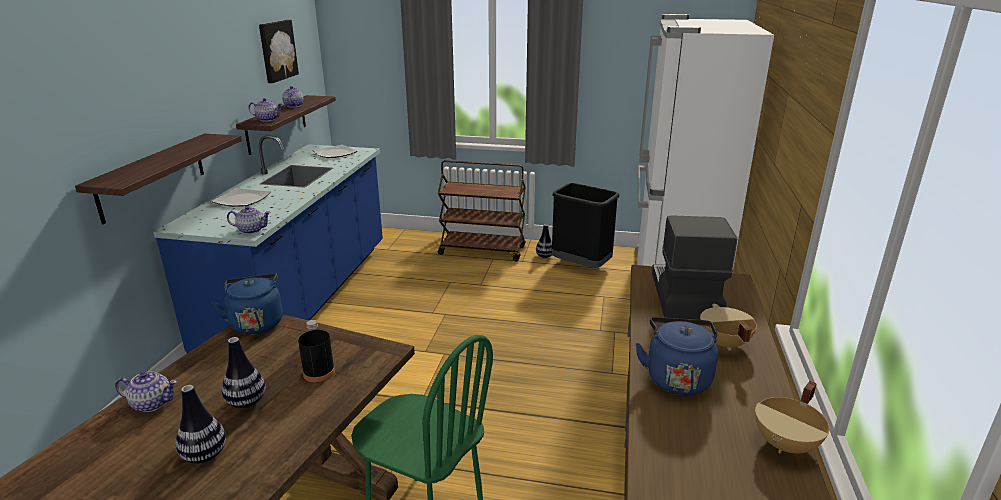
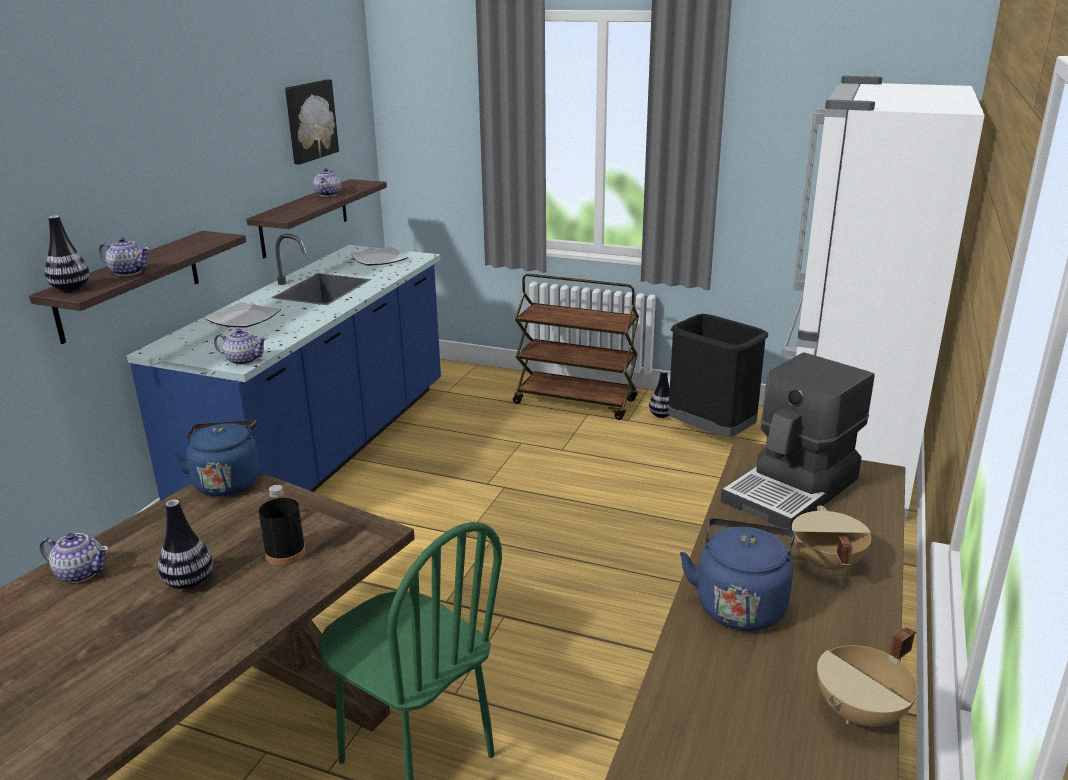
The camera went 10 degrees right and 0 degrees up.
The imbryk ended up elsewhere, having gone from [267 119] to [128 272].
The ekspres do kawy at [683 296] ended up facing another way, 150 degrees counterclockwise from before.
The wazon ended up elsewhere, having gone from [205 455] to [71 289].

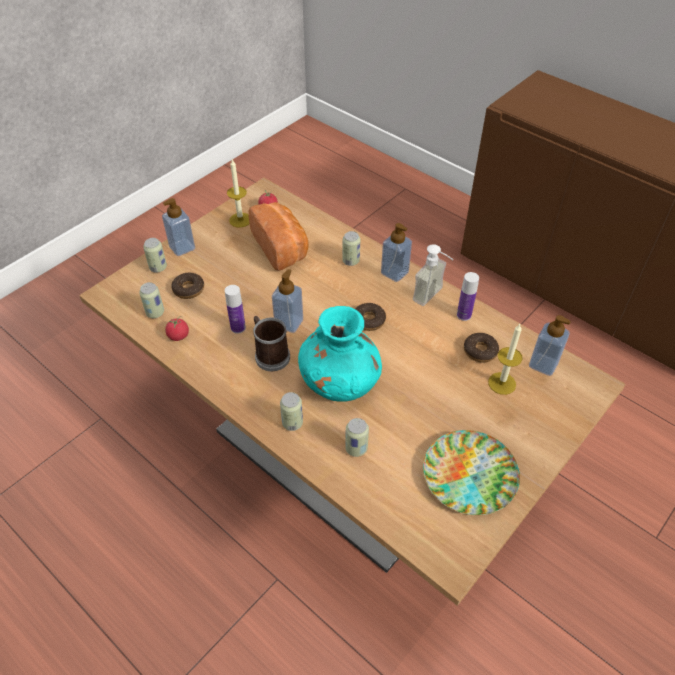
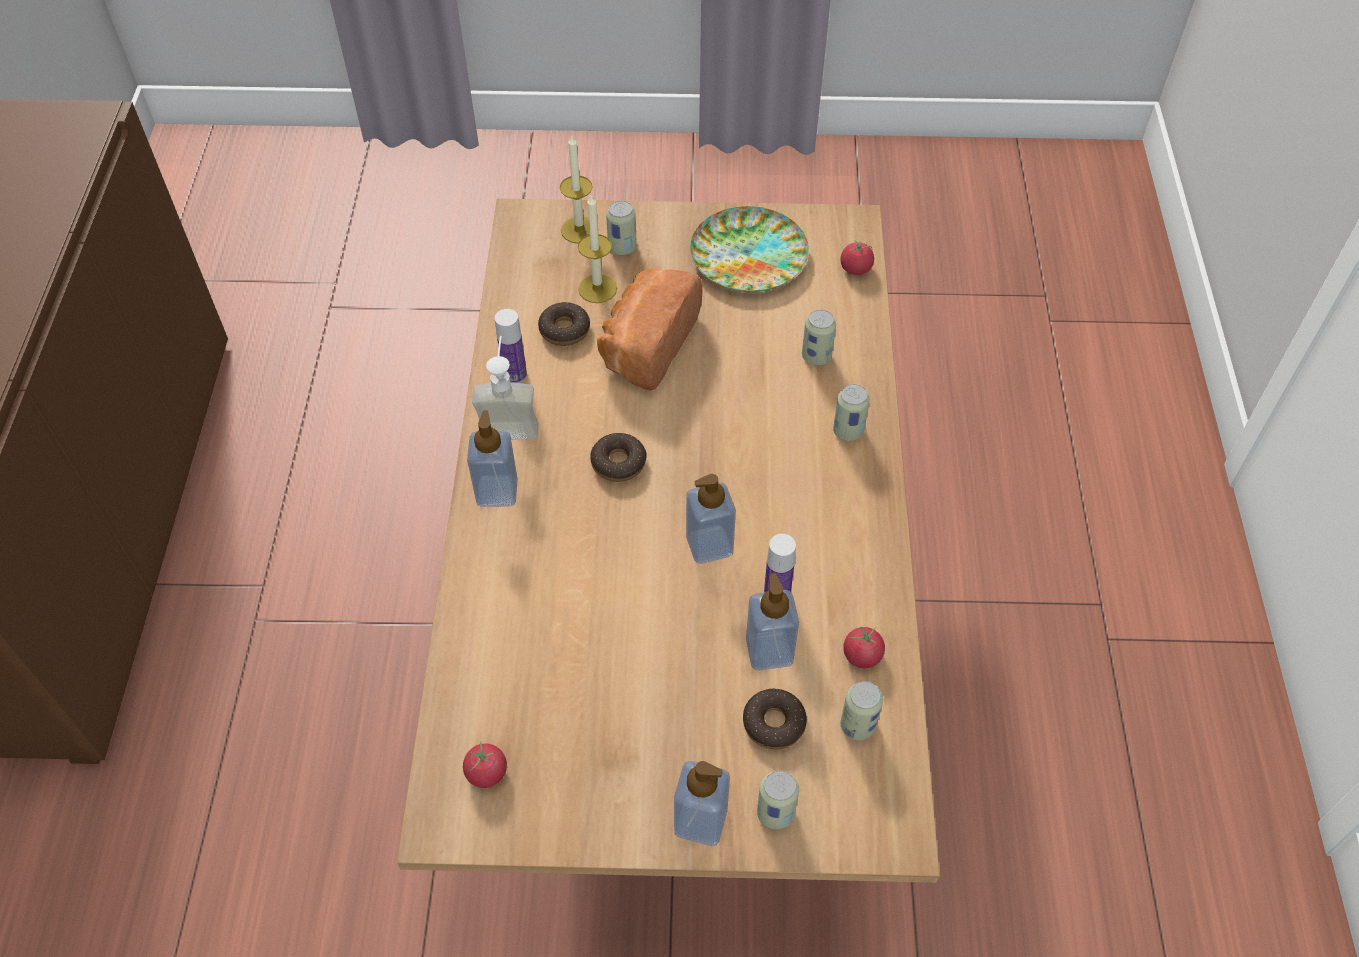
The camera went 130 degrees left and 5 degrees up.
The świeca ended up elsewhere, having gone from [240 220] to [579 230].
The chleb ended up elsewhere, having gone from [282 247] to [646 344].
The puszka ended up elsewhere, having gone from [351 261] to [622 248].
The second view lost the wazon (turkusowy) at [340 383].
The dozownik mydła ended up elsewhere, having gone from [543 364] to [769 651].
The second view lost the kubek at [270 355].
The second view gained the pomidor at [855 268].

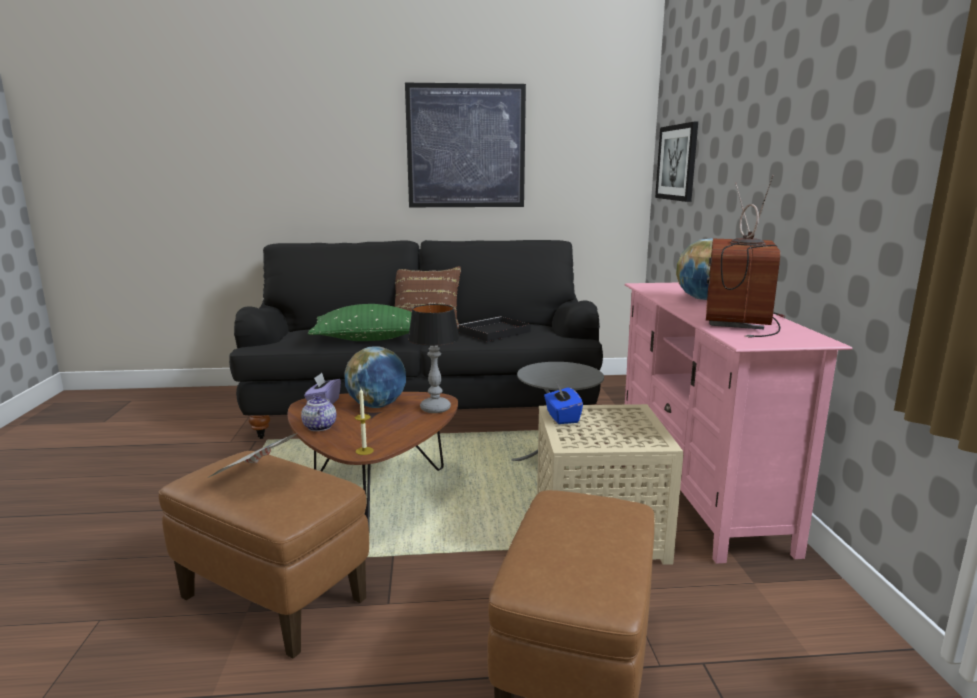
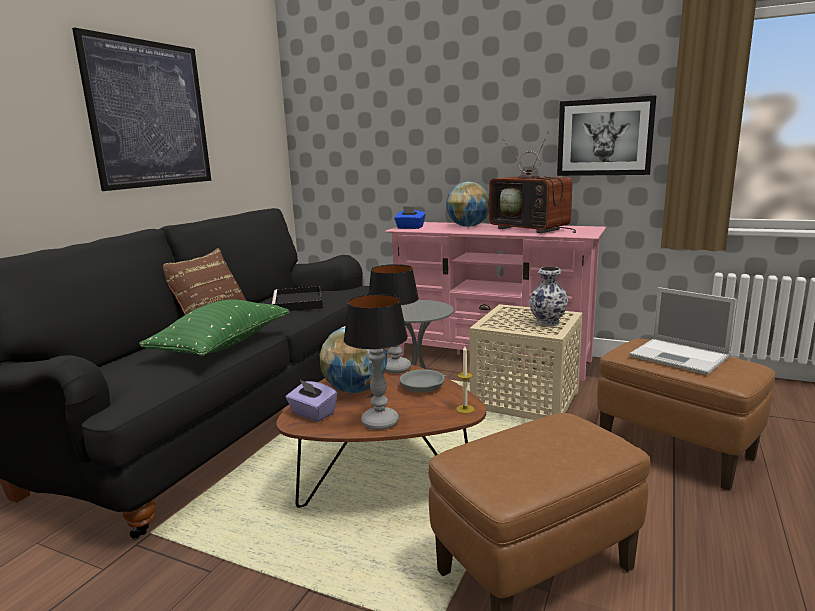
The camera went 60 degrees left and 0 degrees up.
The obraz ended up elsewhere, having gone from [677 162] to [604 137].
The pudełko chusteczek (niebieski) ended up elsewhere, having gone from [562 417] to [410 228].
Where the imbryk stood at [319 426], the lampa stołowa came to stand at [379 423].
The second view lost the gazeta at [254 477].
The second view gained the wazon at [547 322].
The second view gained the laptop at [680 357].
The second view gained the miska (szary) at [422 387].

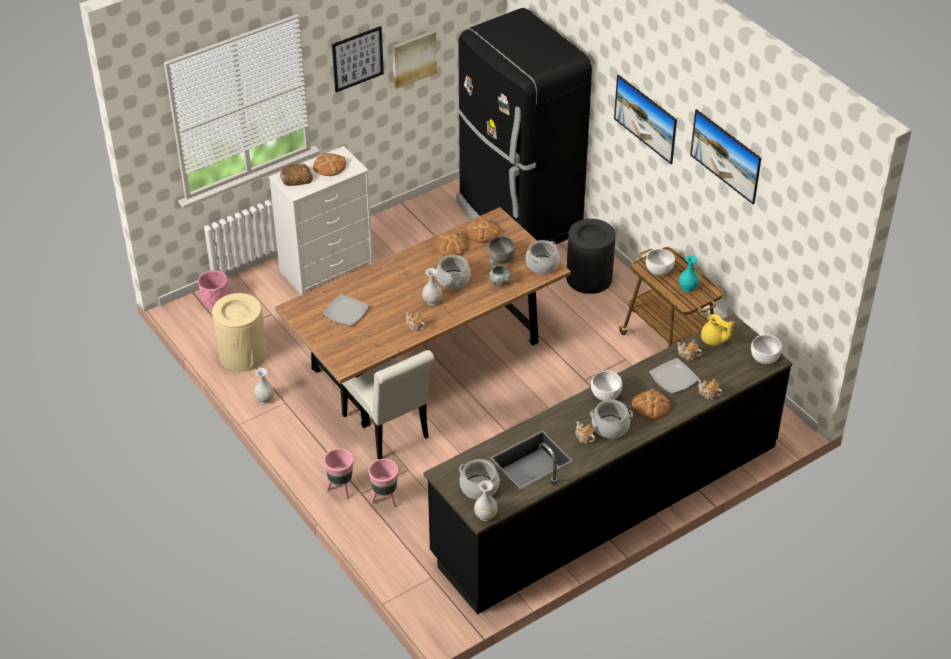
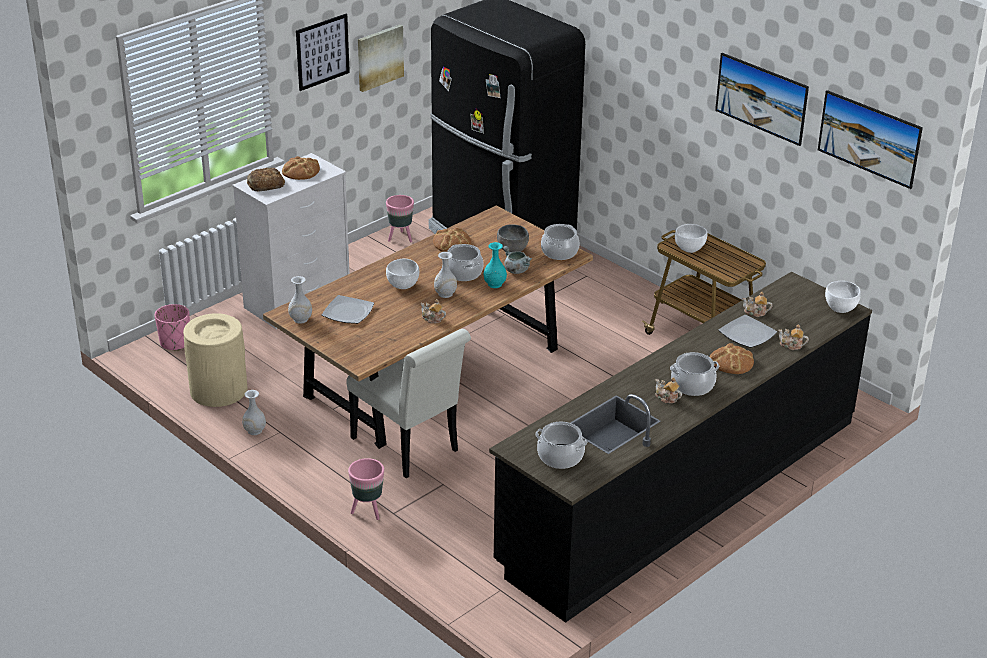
The camera went 10 degrees left and 10 degrees down.
The obraz ended up elsewhere, having gone from [644 129] to [866 153].
The second view lost the chleb at [482 232].
The second view lost the kosz na śmieci (czarny) at [589 278].
The wazon (turkusowy) ended up elsewhere, having gone from [687 287] to [494 284].
The second view lost the imbryk (żółty) at [714 340].
The miska (biały) ended up elsewhere, having gone from [605 395] to [402 285].
The donica (różowy) ended up elsewhere, having gone from [385 499] to [400 238].
The wazon (biały) ended up elsewhere, having gone from [485 515] to [300 319].

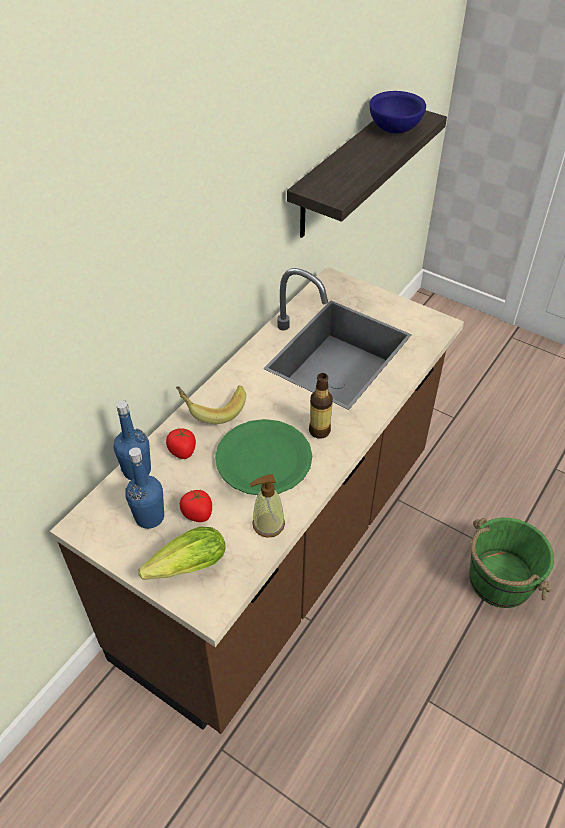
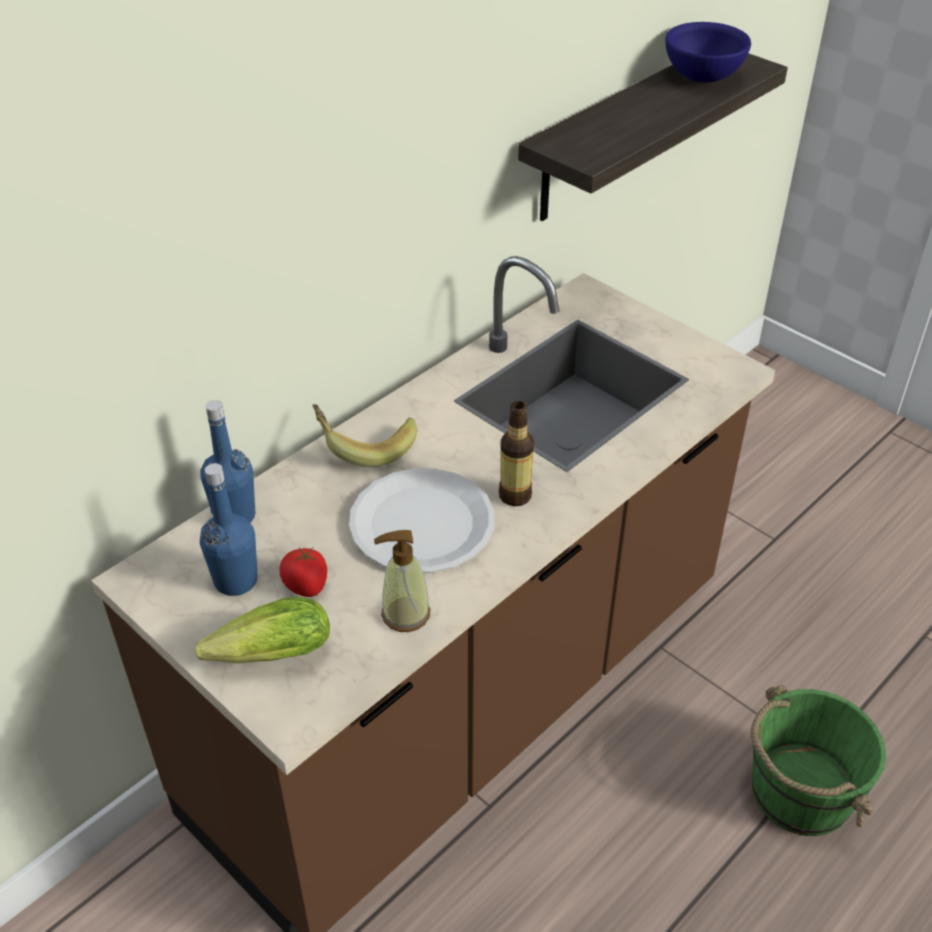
The camera went 10 degrees right and 5 degrees down.
What was the talerz (zielony) at [264 459] turned into the talerz (biały) at [422 523].
The second view lost the pomidor at [182 451].

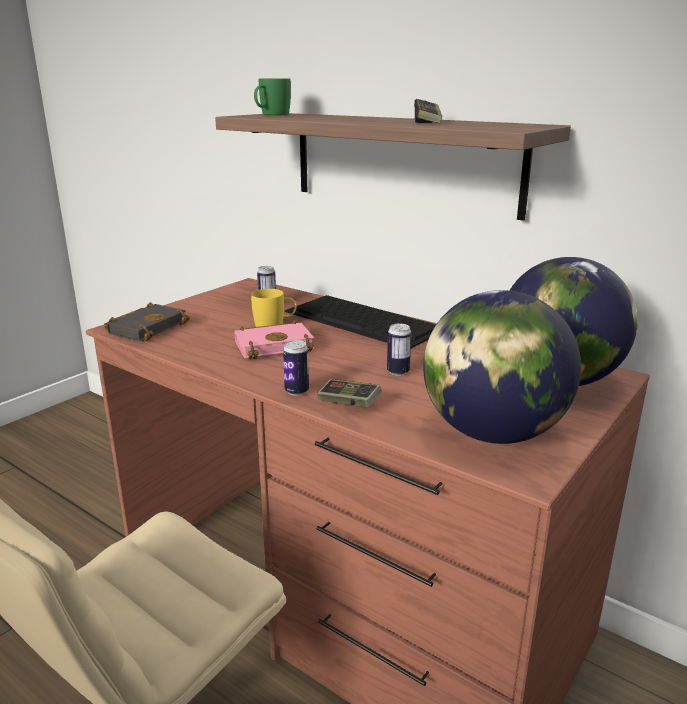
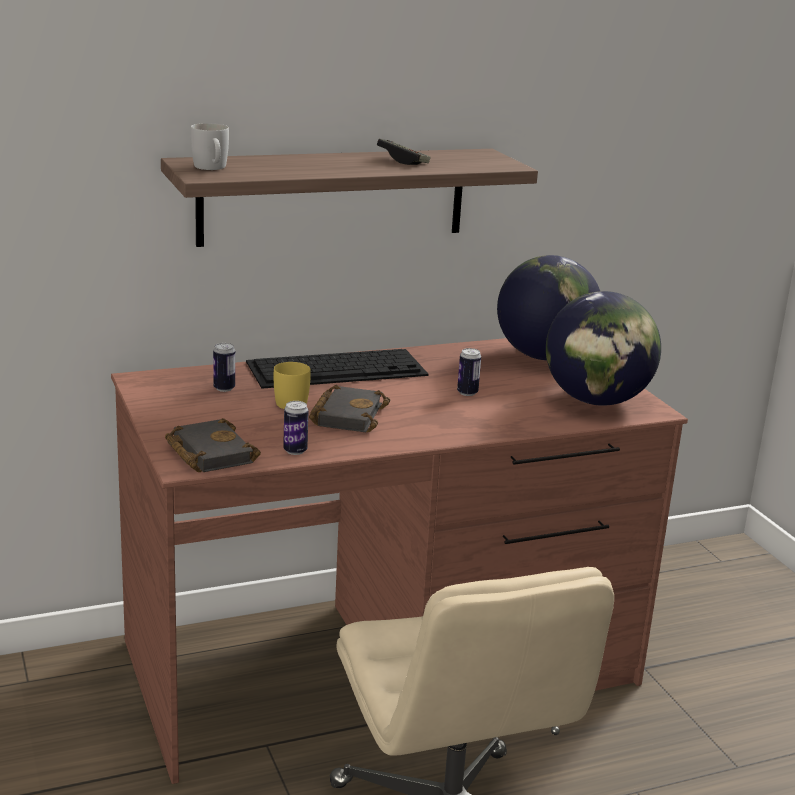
The camera went 60 degrees left and 0 degrees up.
What was the kubek (zielony) at [271 115] turned into the kubek (biały) at [211 168].
What was the książka (różowy) at [275 345] turned into the książka (czarny) at [347 415].
The puszka ended up elsewhere, having gone from [296 391] to [295 451].
The second view lost the pad do gier at [348 403].

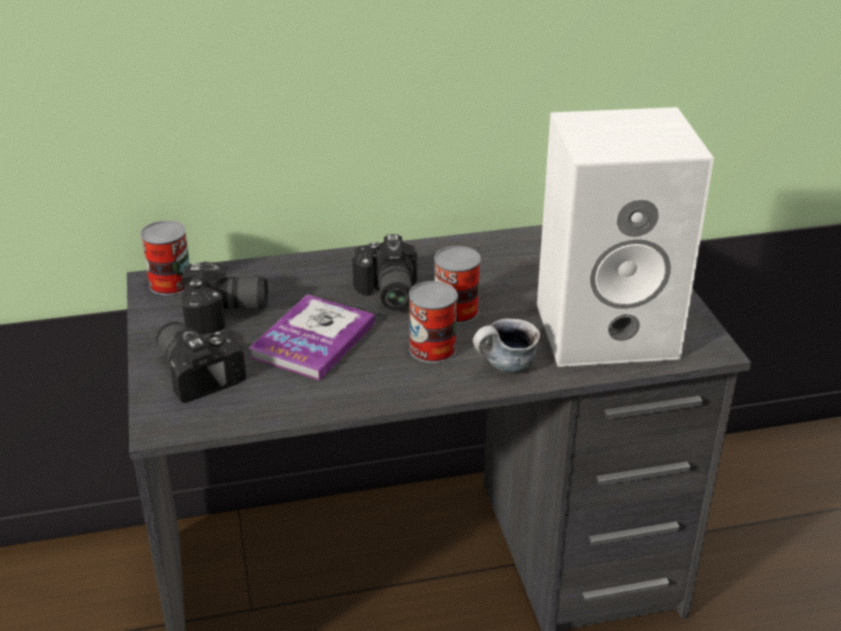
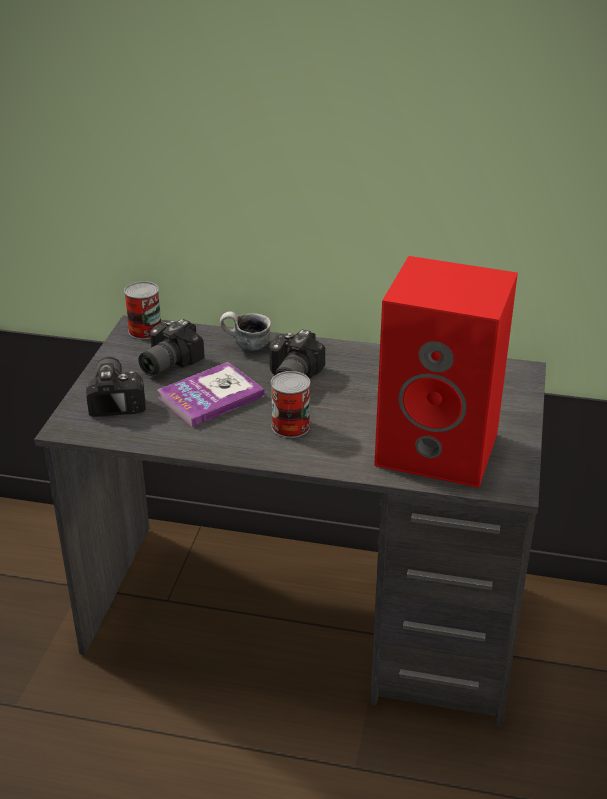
The camera went 25 degrees right and 0 degrees up.
What was the głośnik (biały) at [609 329] turned into the głośnik (czerwony) at [440 448].
The second view lost the puszka at [456 311].
The aparat fotograficzny at [226 315] ended up facing another way, 105 degrees clockwise from before.
The kubek ended up elsewhere, having gone from [504 368] to [246 347].

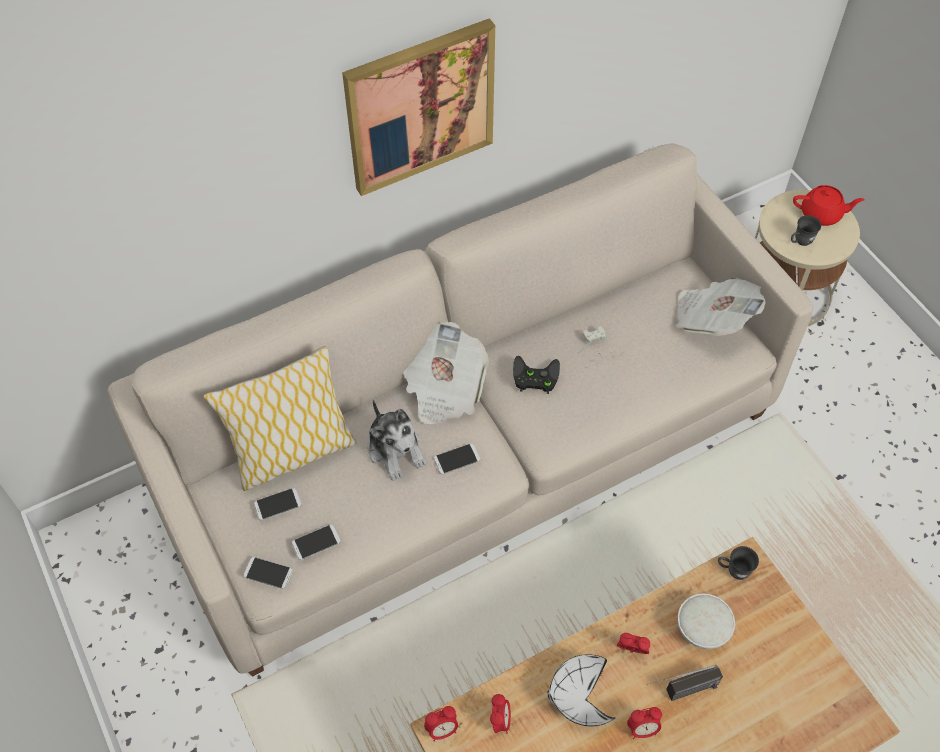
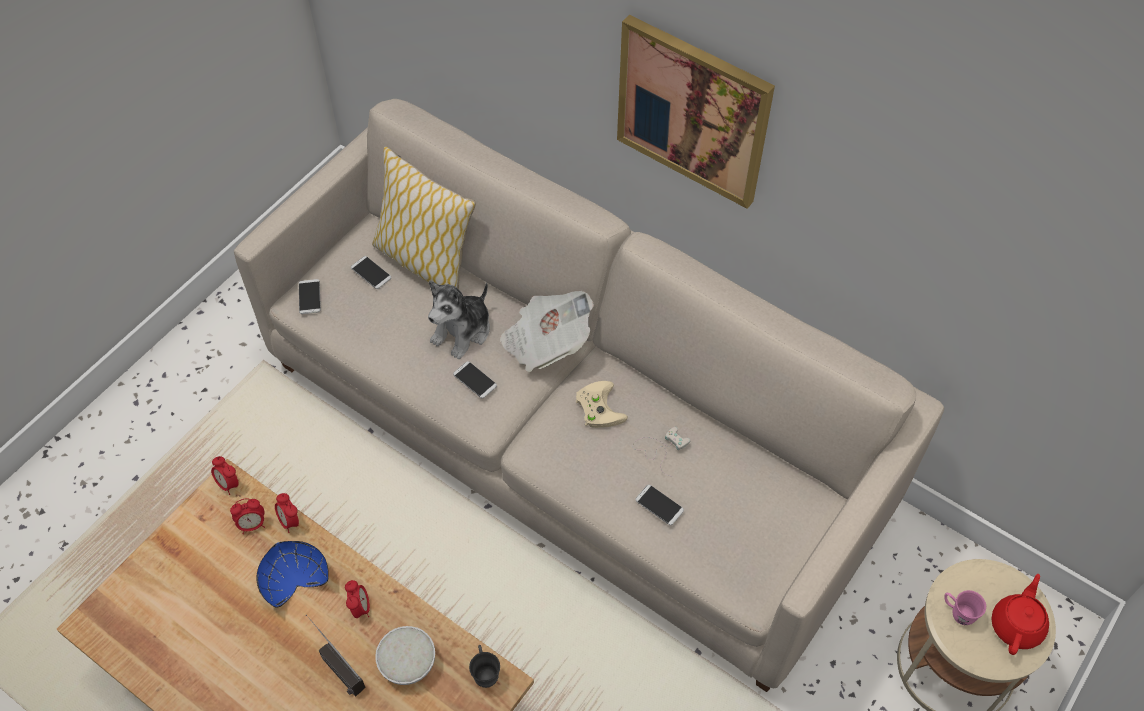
The camera went 65 degrees right and 0 degrees up.
The imbryk (czerwony) at [821 214] ended up facing another way, 135 degrees counterclockwise from before.
What was the kubek (szary) at [800 242] turned into the kubek (różowy) at [957 613].
The second view lost the gazeta at [712 319].
What was the pad do gier (czarny) at [534 377] turned into the pad do gier (beżowy) at [597 407].
The telefon ended up elsewhere, having gone from [316 542] to [659 505].
What was the miska (biały) at [578 701] turned into the miska (niebieski) at [293 580].
The budzik ended up elsewhere, having gone from [642 729] to [290 521].

